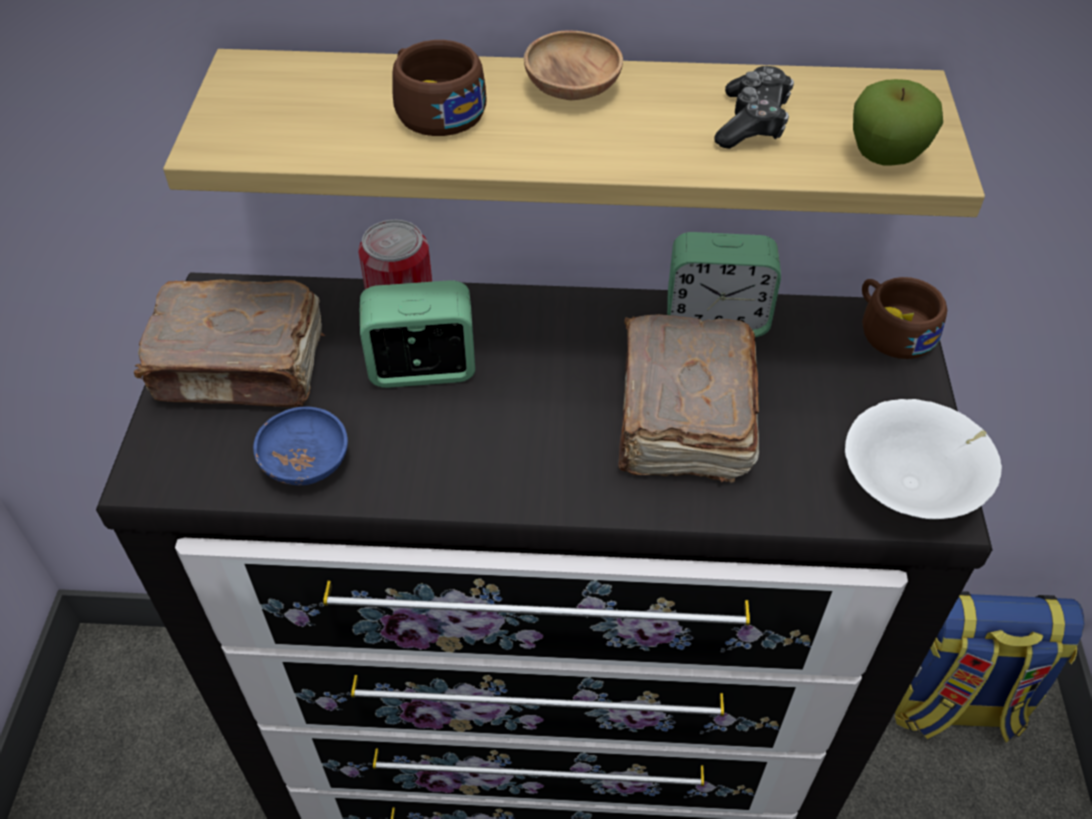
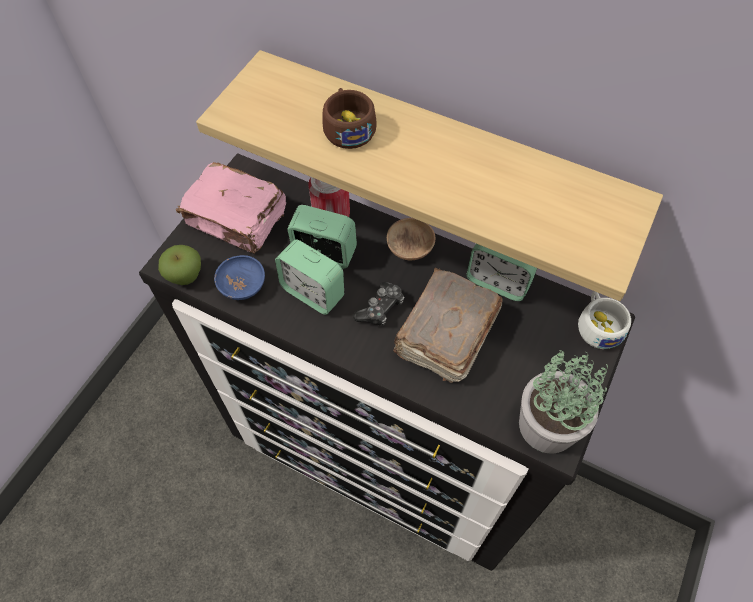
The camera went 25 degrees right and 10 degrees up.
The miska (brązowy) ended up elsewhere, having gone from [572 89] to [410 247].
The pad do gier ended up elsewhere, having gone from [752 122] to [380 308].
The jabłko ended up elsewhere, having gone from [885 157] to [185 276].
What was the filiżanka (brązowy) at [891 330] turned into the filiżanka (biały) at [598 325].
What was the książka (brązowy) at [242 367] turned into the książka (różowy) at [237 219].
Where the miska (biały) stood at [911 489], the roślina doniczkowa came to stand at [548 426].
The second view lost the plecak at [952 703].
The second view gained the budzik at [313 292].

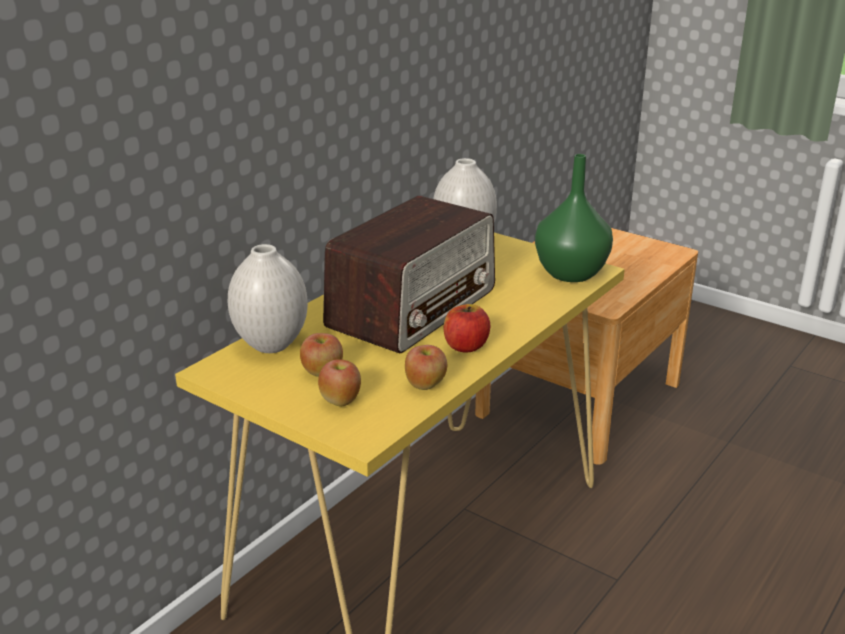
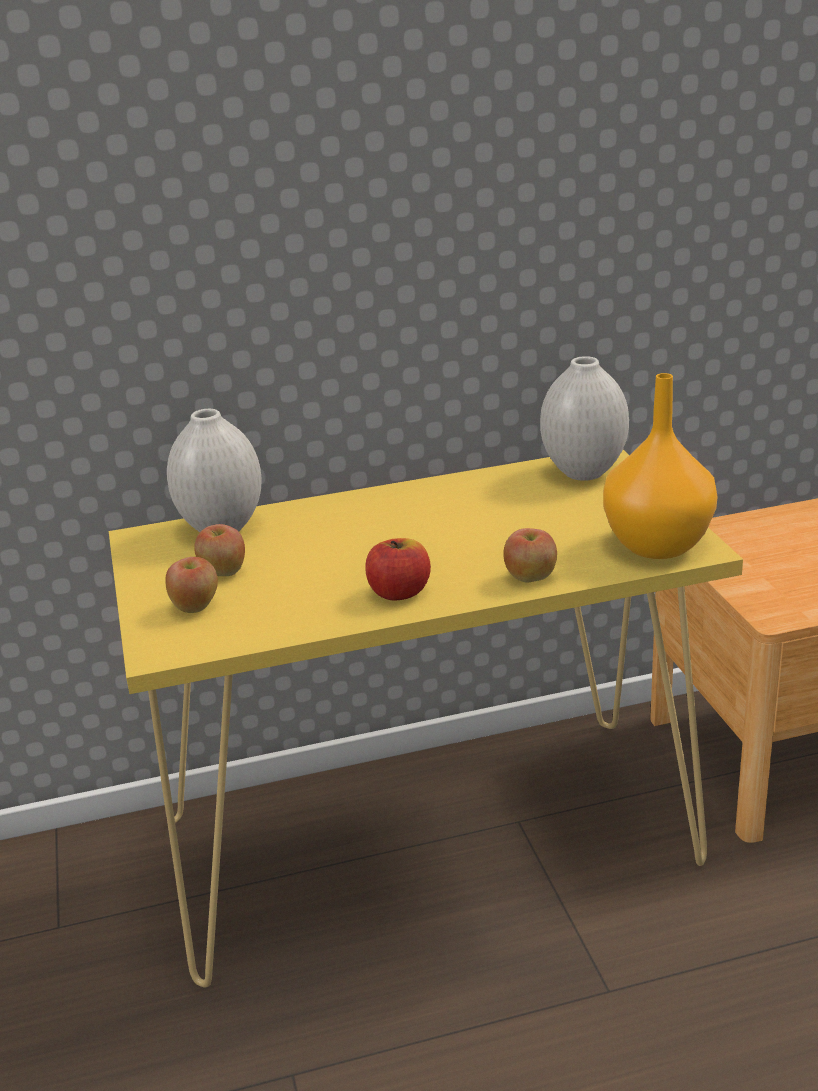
The camera went 40 degrees right and 0 degrees up.
What was the wazon (zielony) at [570 274] turned into the wazon (pomarańczowy) at [655 546].
The second view lost the radio at [413 308].
The jabłko ended up elsewhere, having gone from [426 385] to [530 578].

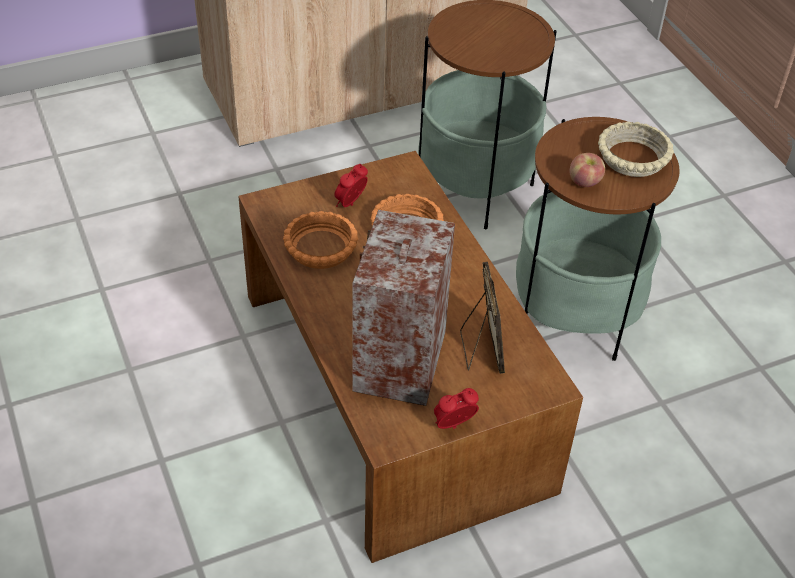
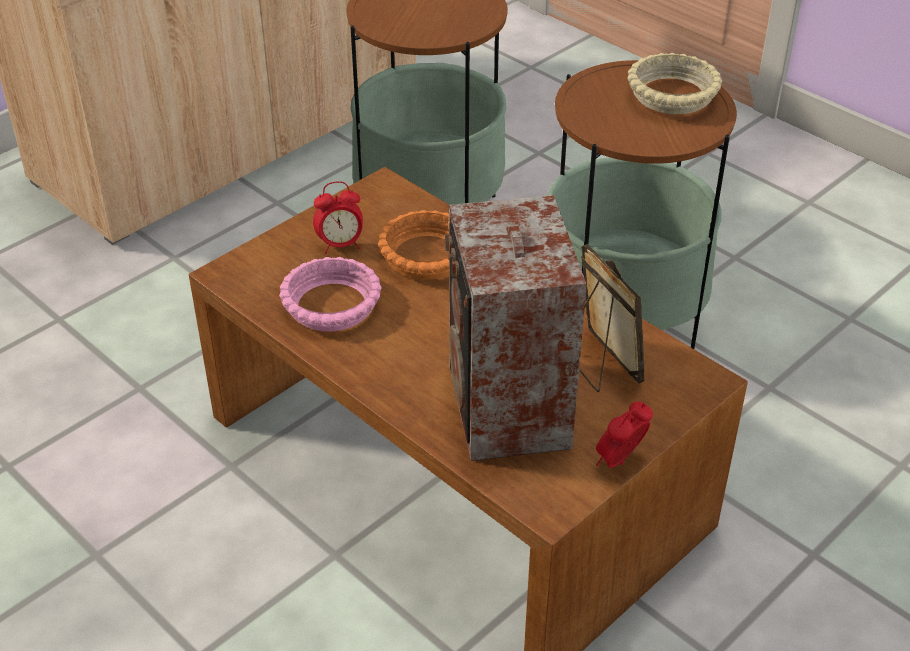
The camera went 20 degrees left and 5 degrees down.
The second view lost the jabłko at [585 182].
The budzik at [351 204] ended up facing another way, 120 degrees counterclockwise from before.
What was the miska (pomarańczowy) at [320 247] turned into the miska (różowy) at [331 304].

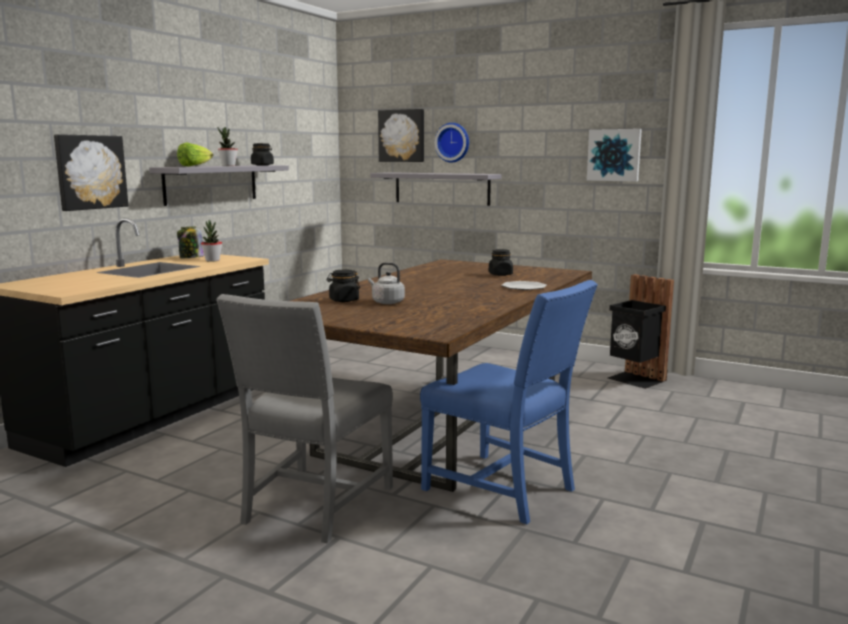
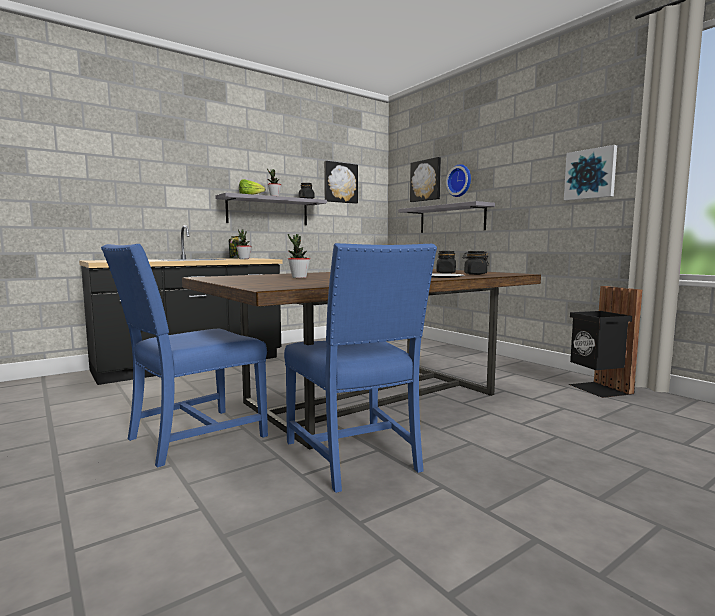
The camera went 25 degrees right and 5 degrees down.
The obraz ended up elsewhere, having gone from [90 172] to [340 183].
Where the czajnik (szary) stood at [386 302], the roślina doniczkowa came to stand at [299 277].
The słoik (czarny) ended up elsewhere, having gone from [343 300] to [475 274].
What was the krzesło (szary) at [314 505] turned into the krzesło (niebieski) at [192 437].

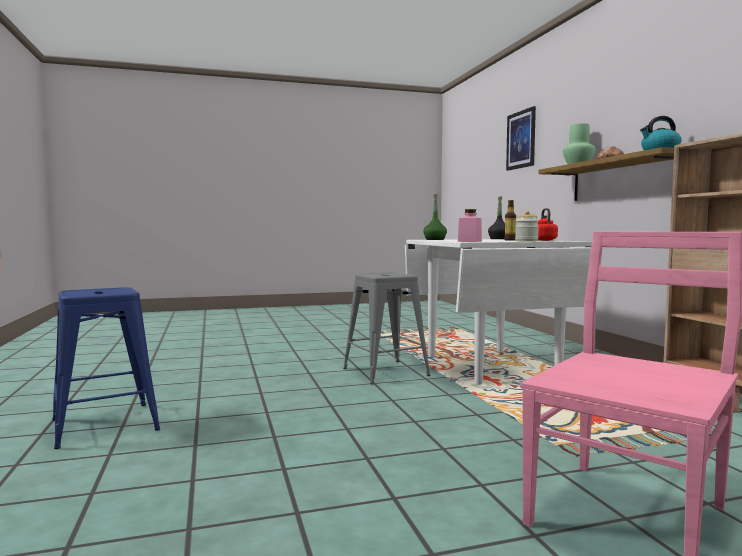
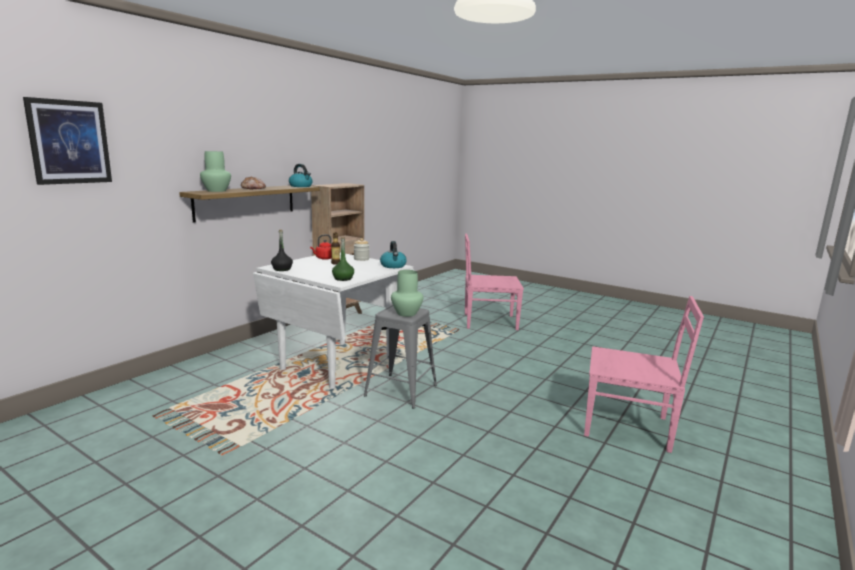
The camera went 130 degrees left and 10 degrees up.
Where the słoik (różowy) stood at [469 241], the czajnik came to stand at [393 266].
Where the stołek (niebieski) stood at [105 424], the krzesło (różowy) came to stand at [629 427].
The second view gained the wazon (zielony) at [407 313].

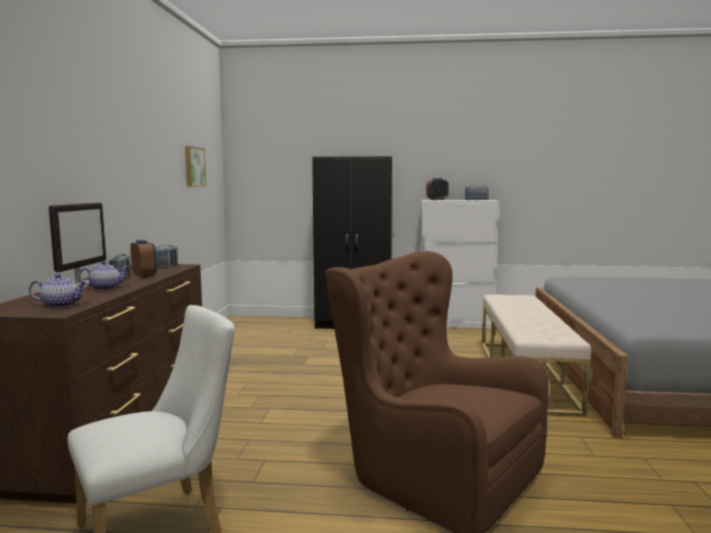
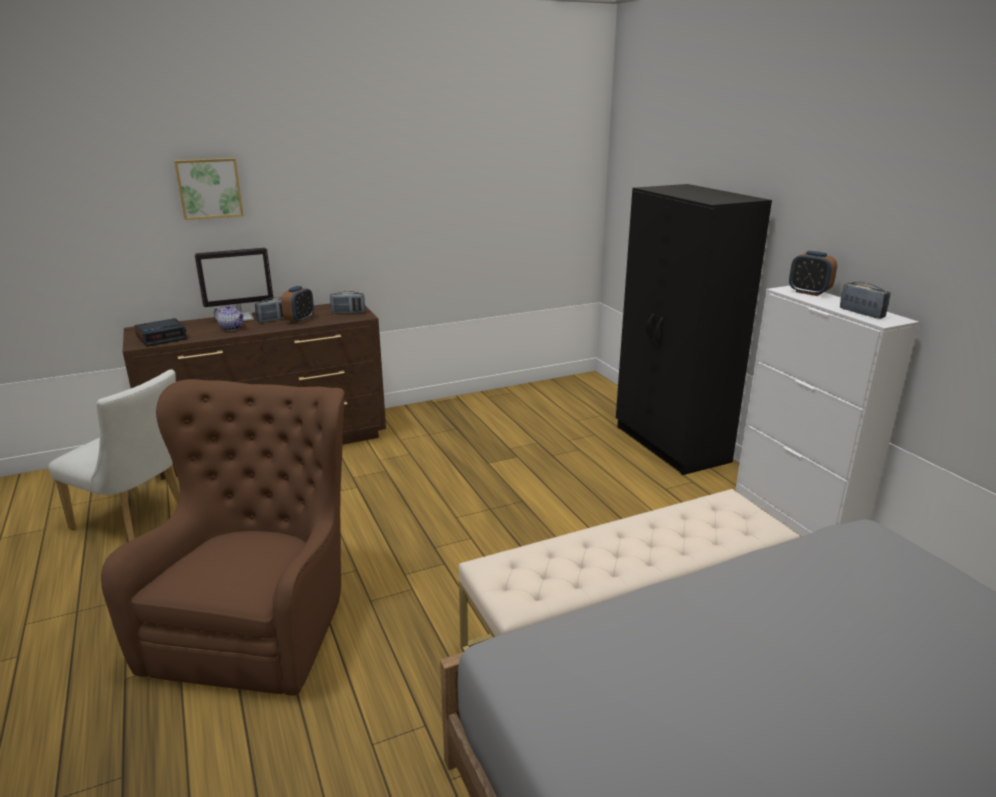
The camera went 60 degrees right and 15 degrees up.
The obraz ended up elsewhere, having gone from [193 167] to [209 188].
Where the imbryk stood at [60 305], the budzik came to stand at [162 337].

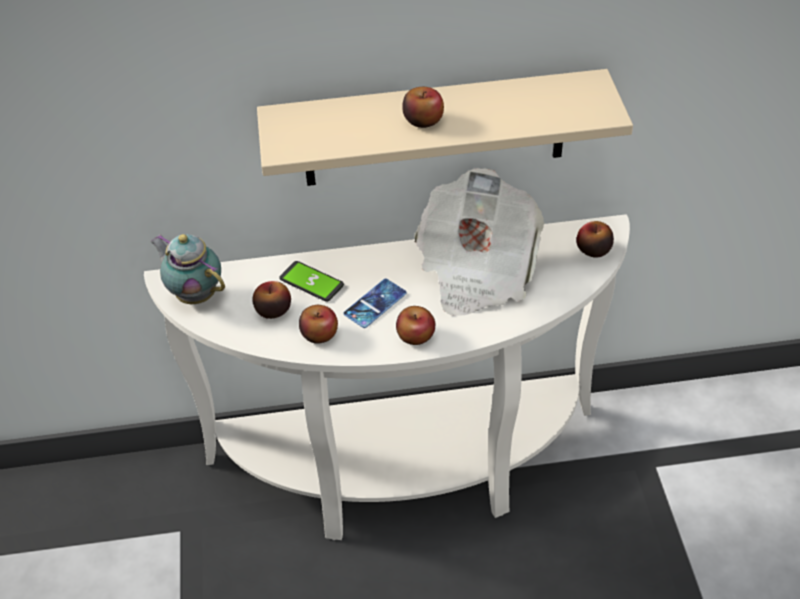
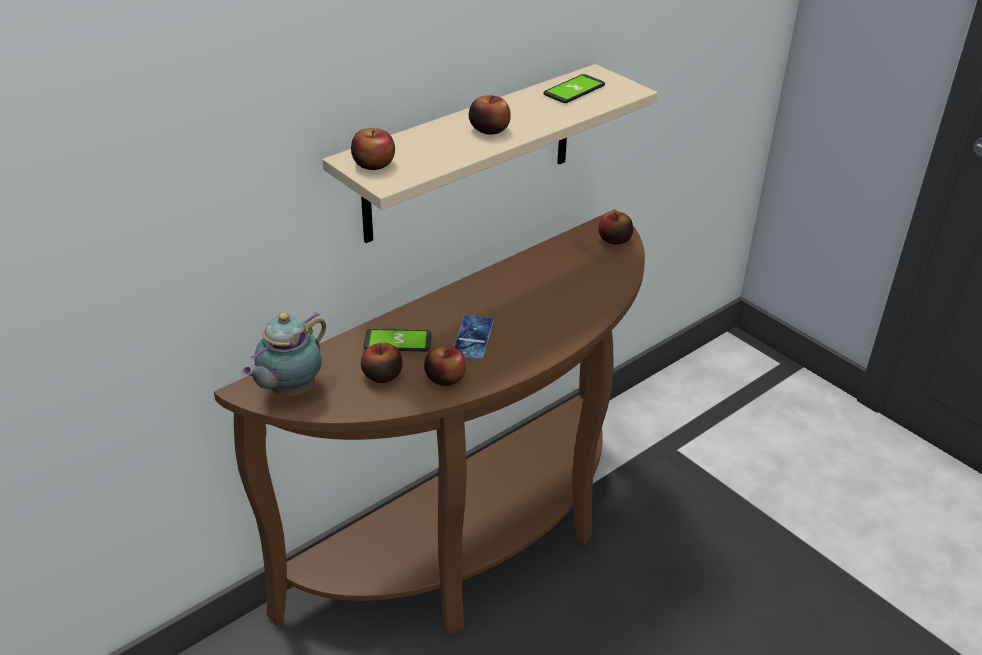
The camera went 35 degrees left and 10 degrees down.
The second view lost the gazeta at [476 269].
What was the stolik konsolowy (biały) at [406 473] turned into the stolik konsolowy (brązowy) at [478 545].
The imbryk at [195 294] ended up facing another way, 60 degrees counterclockwise from before.
The jabłko ended up elsewhere, having gone from [416 335] to [373 164].
The second view gained the telefon at [574 90].

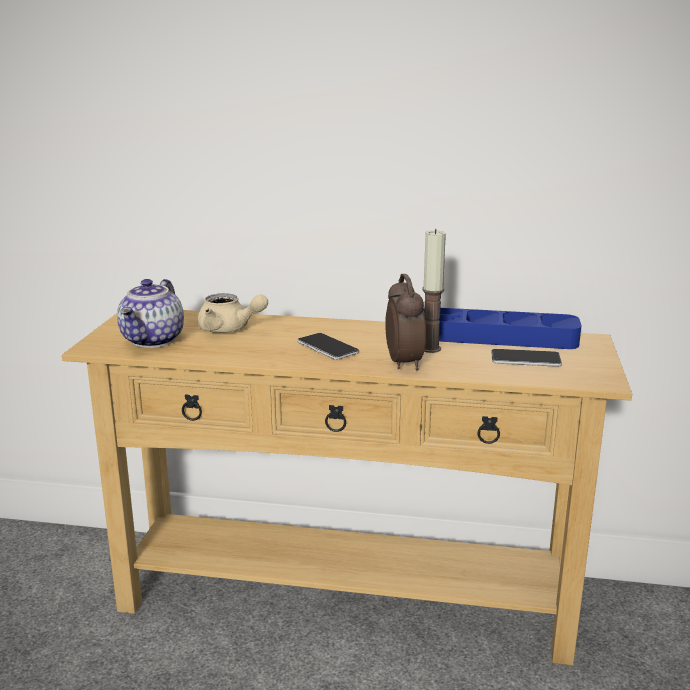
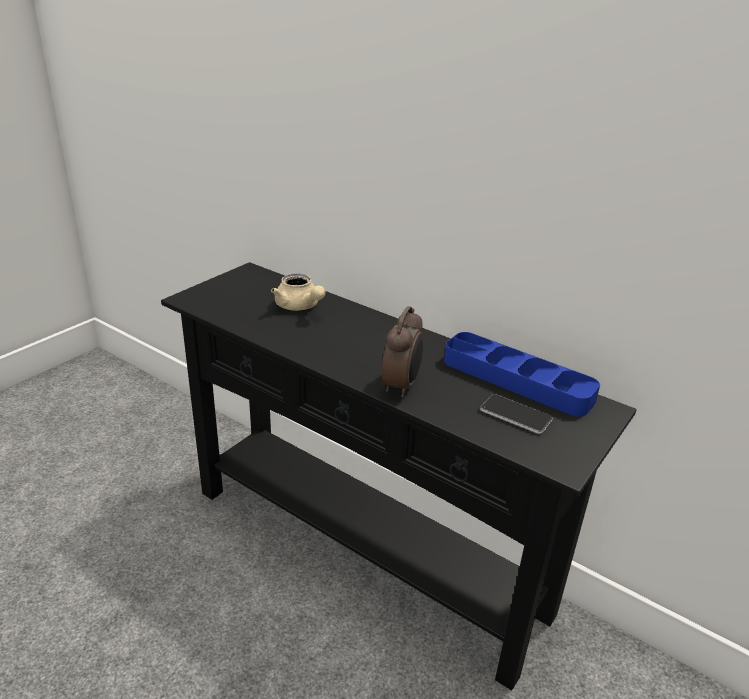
The camera went 25 degrees right and 10 degrees up.
The second view lost the świeca at [430 349].
The second view lost the imbryk at [154 341].
What was the stolik konsolowy (beżowy) at [345 599] turned into the stolik konsolowy (czarny) at [365 548].
The second view lost the telefon at [327 347].

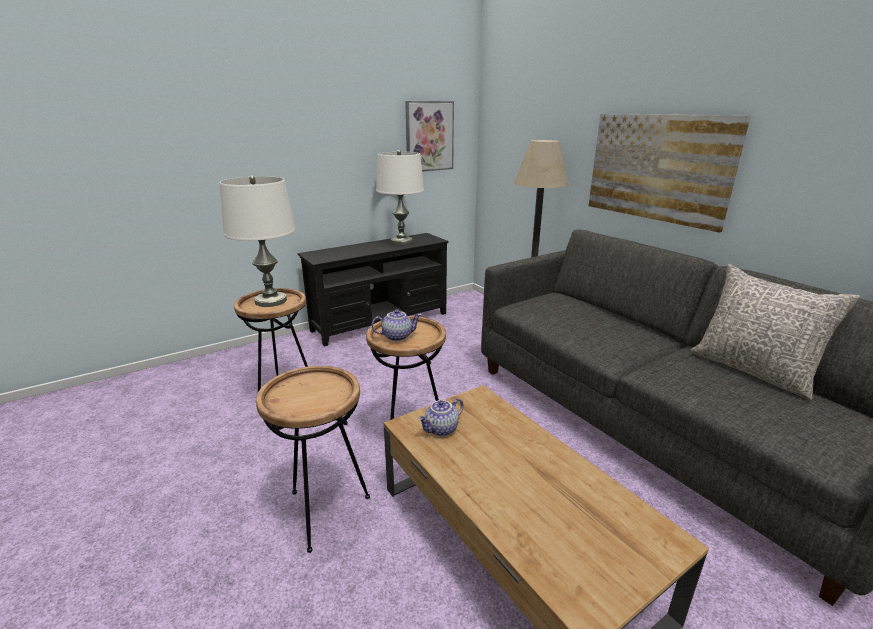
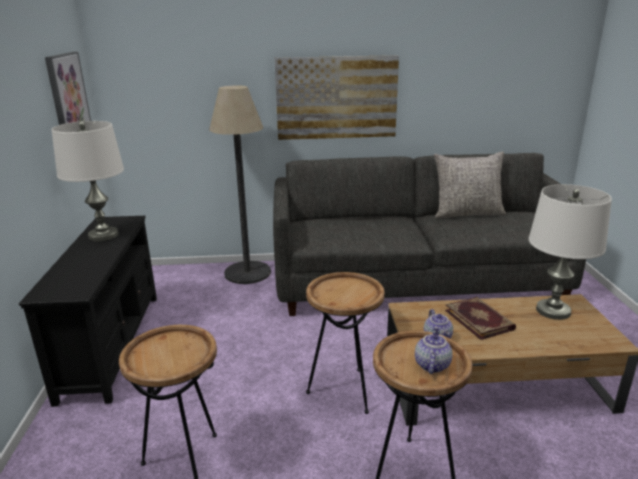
The camera went 60 degrees left and 0 degrees up.
The lampa stołowa (biały) ended up elsewhere, having gone from [270 301] to [553 311].
The imbryk ended up elsewhere, having gone from [397 336] to [431 364].
The second view gained the książka at [479 319].

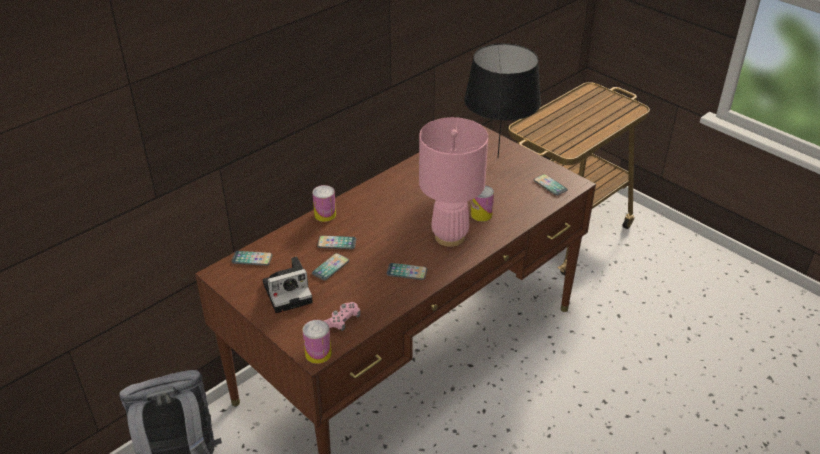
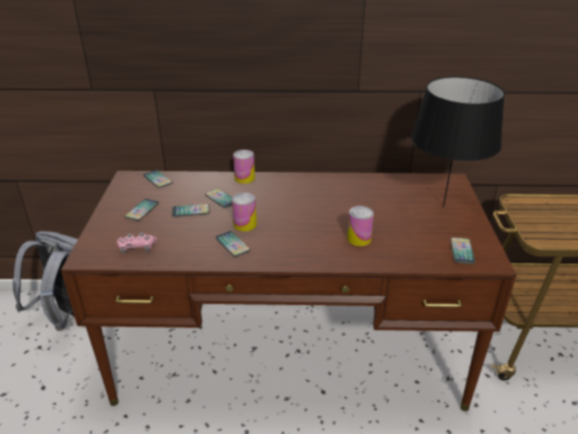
The camera went 45 degrees right and 5 degrees down.
The second view lost the lampa stołowa (różowy) at [450 236].
Where the aparat fotograficzny stood at [289 292], the telefon came to stand at [142 210].
The puszka ended up elsewhere, having gone from [318 353] to [245 224].

